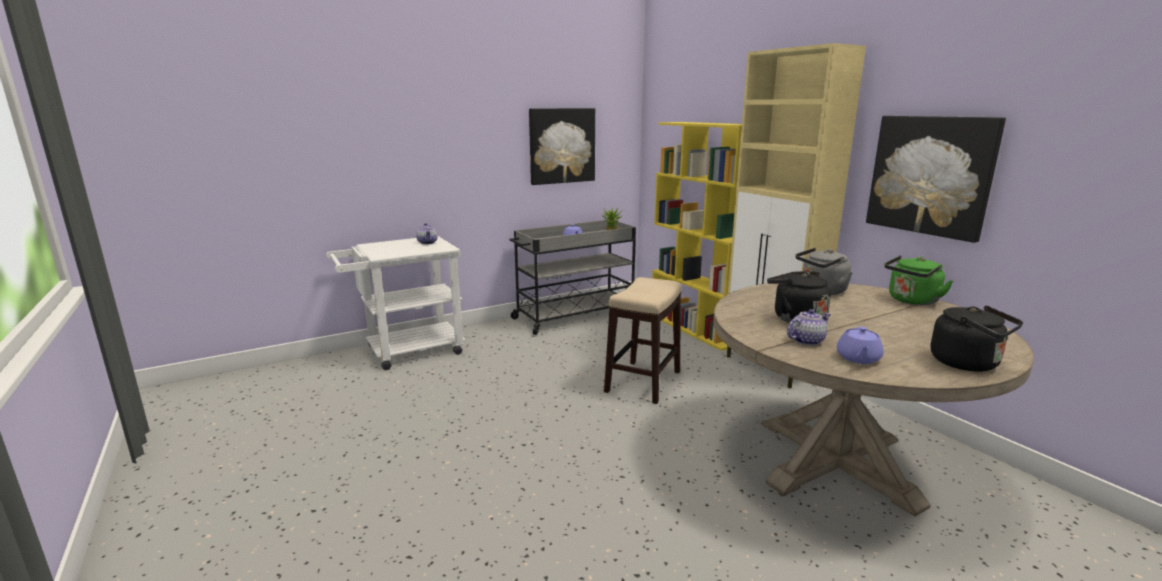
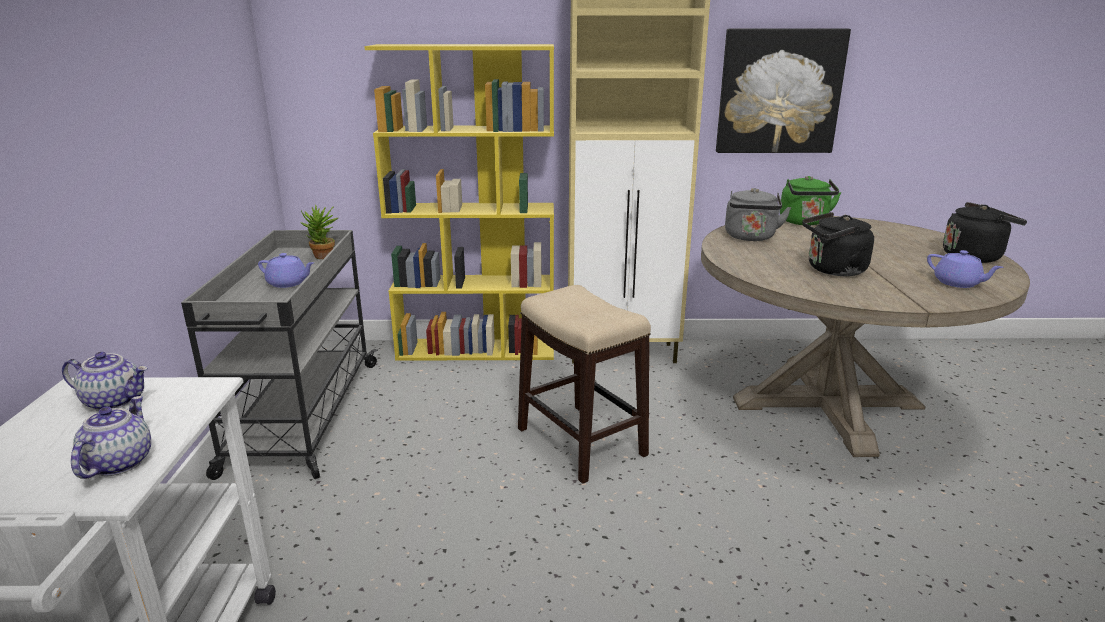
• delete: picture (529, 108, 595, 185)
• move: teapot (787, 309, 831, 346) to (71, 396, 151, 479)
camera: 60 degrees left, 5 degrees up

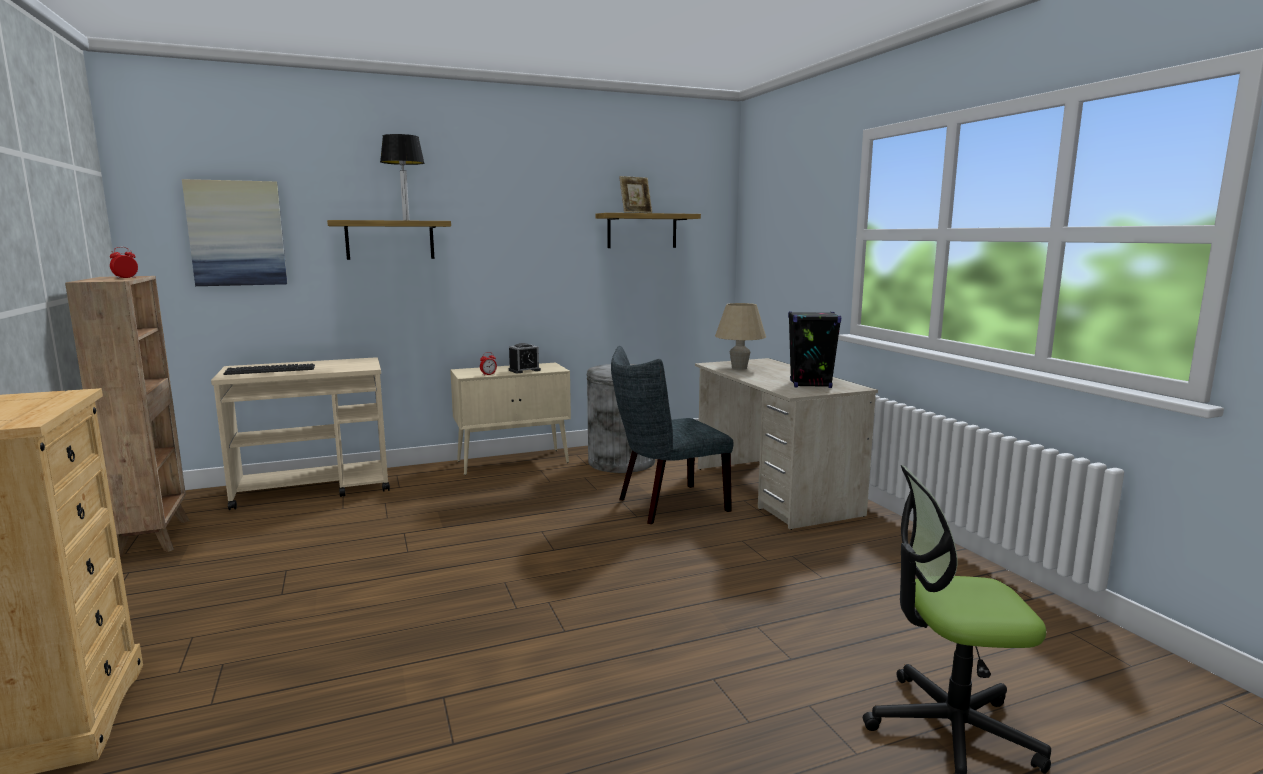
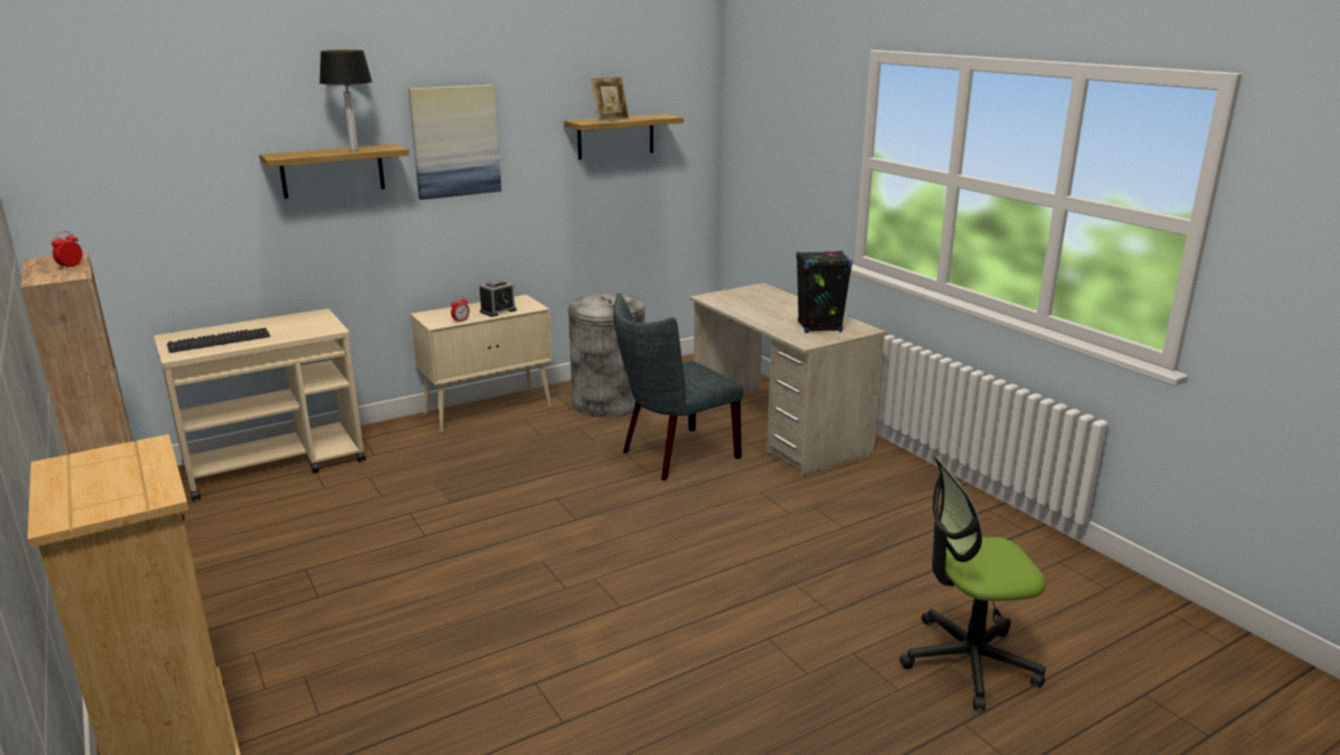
• delete: beige table lamp (715, 303, 766, 370)
• move: picture (182, 179, 287, 286) to (408, 85, 502, 200)
camera: 10 degrees left, 10 degrees up

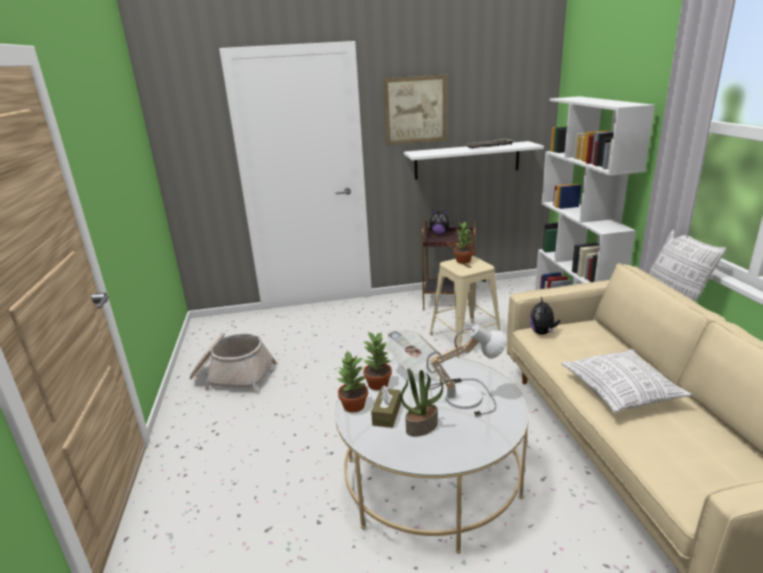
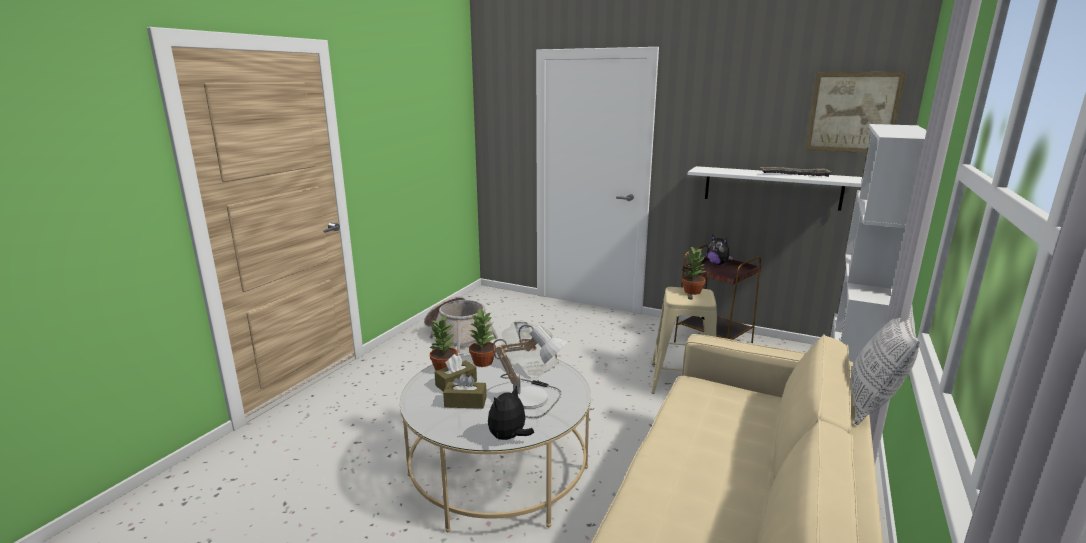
• delete: pillow (561, 349, 692, 414)
• move: picture (383, 75, 447, 145) to (805, 72, 906, 153)
• move: plush toy (530, 297, 560, 335) to (488, 386, 534, 440)
• replace: potted plant (400, 368, 443, 436) to brown tissue box (443, 373, 487, 409)
camera: 35 degrees right, 5 degrees down

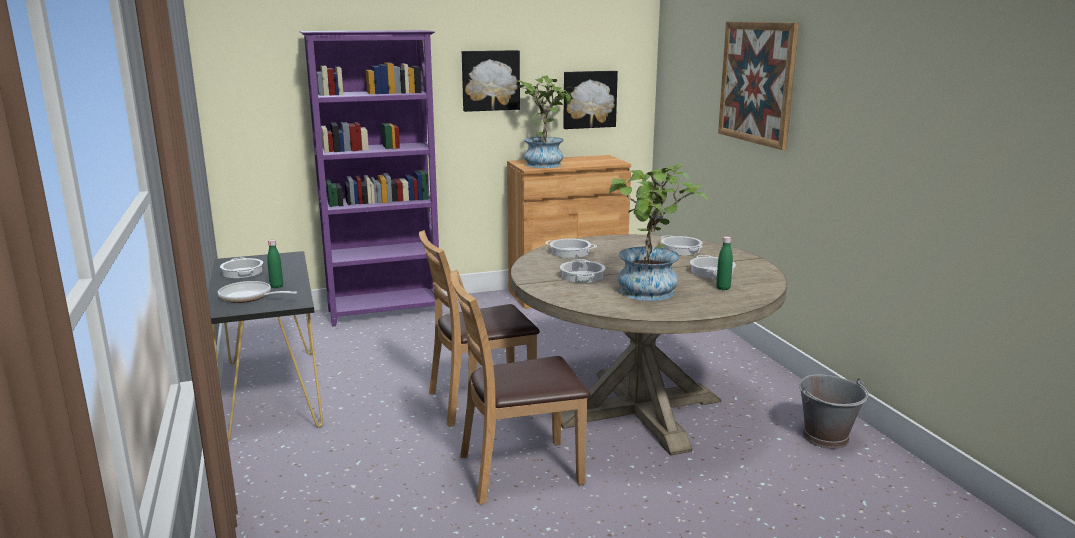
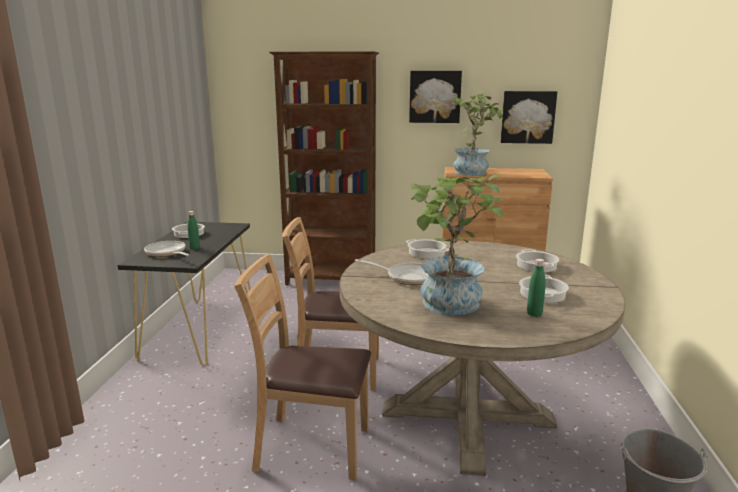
• delete: picture (718, 22, 799, 150)
• replace: cooking pot (560, 259, 605, 283) to frying pan (355, 259, 428, 285)
• recolor: purple bookcase (299, 30, 439, 327) to brown bookcase (269, 51, 379, 285)
camera: 25 degrees right, 0 degrees up

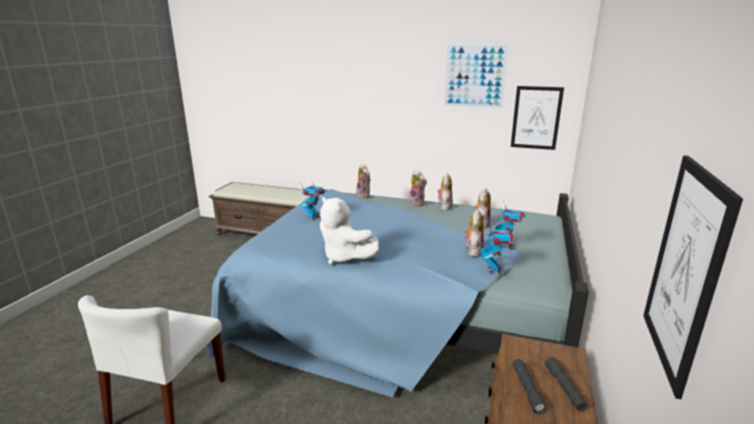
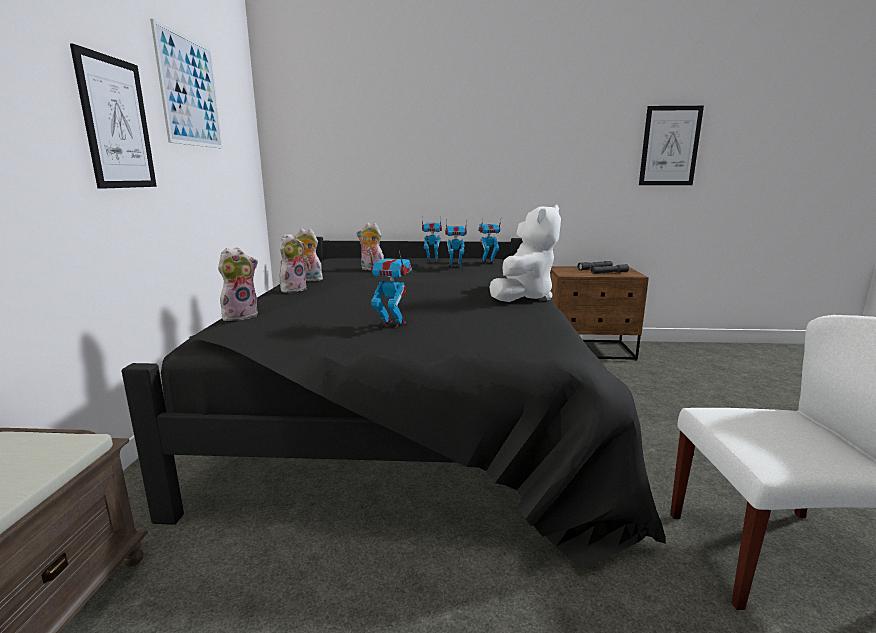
• move: picture (511, 86, 564, 150) to (70, 44, 157, 189)
• replace: plush toy (464, 209, 484, 257) to toy robot (445, 219, 467, 267)
• recolor: blue bed (207, 189, 589, 397) to black bed (121, 237, 666, 569)
camera: 105 degrees left, 5 degrees down

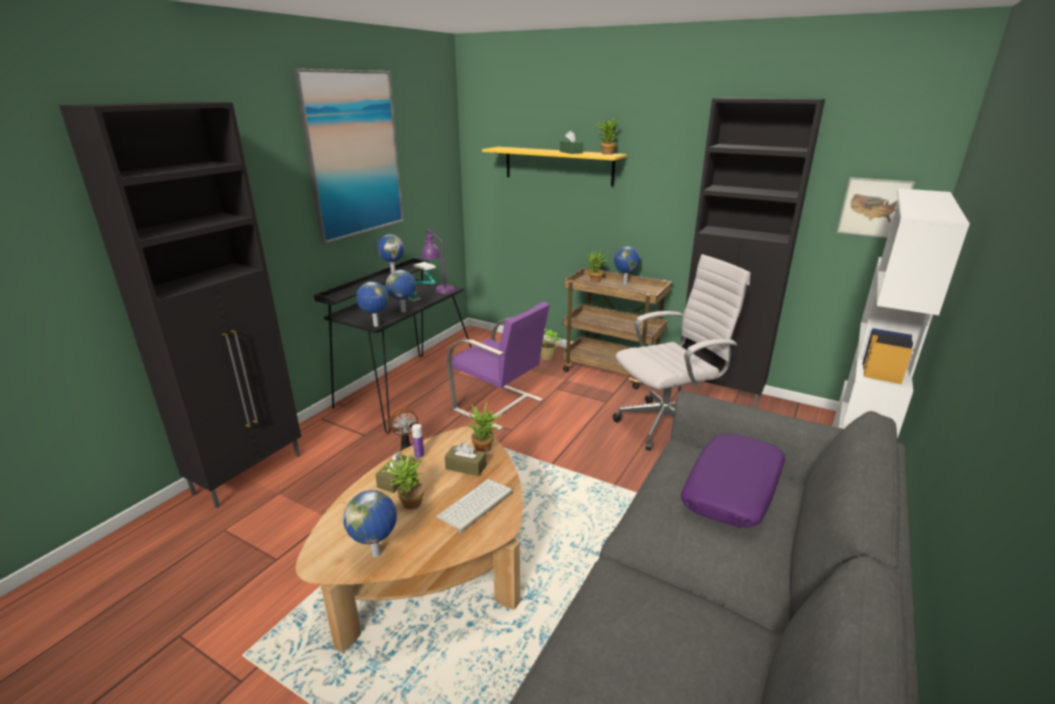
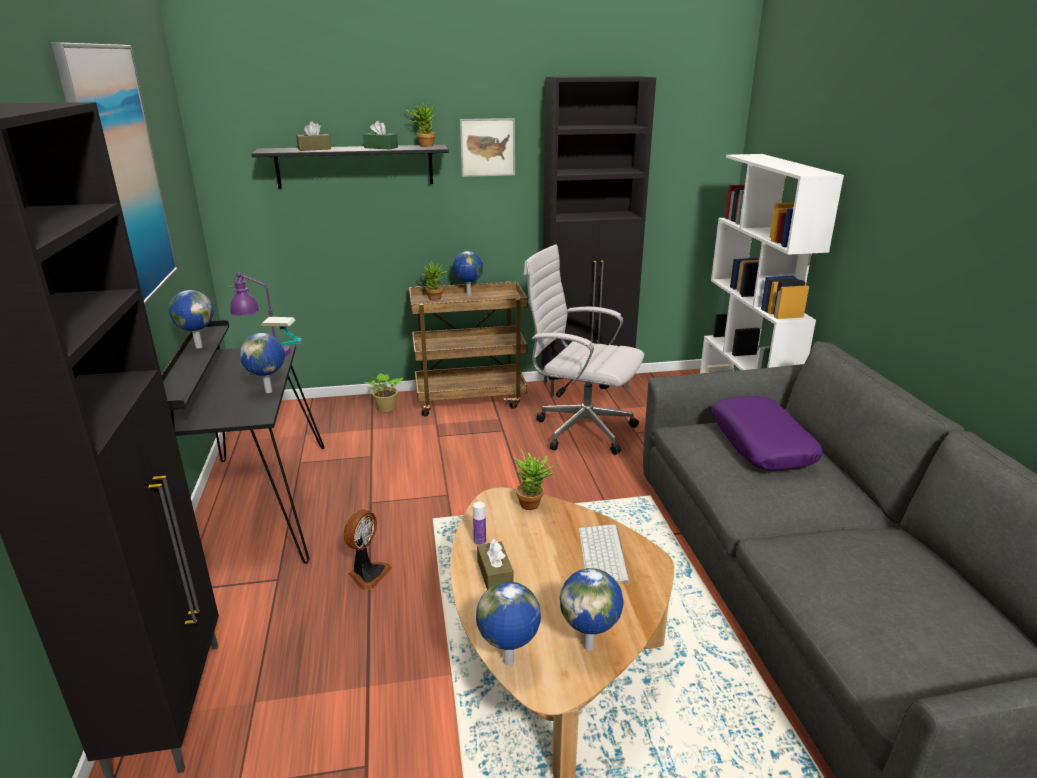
• delete: potted plant (381, 451, 424, 509)
• delete: purple chair (447, 302, 550, 431)
• move: globe (356, 282, 389, 327) to (476, 582, 541, 665)
• move: brown tissue box (445, 442, 486, 476) to (296, 121, 331, 151)
• move: picture (837, 177, 915, 238) to (460, 118, 515, 177)
• recolor: yellow shelf (482, 147, 627, 186) to black shelf (251, 145, 449, 189)
• rotate: white office chair (612, 254, 750, 450) = (523, 244, 644, 455) 90 degrees counterclockwise
camera: 40 degrees left, 0 degrees up

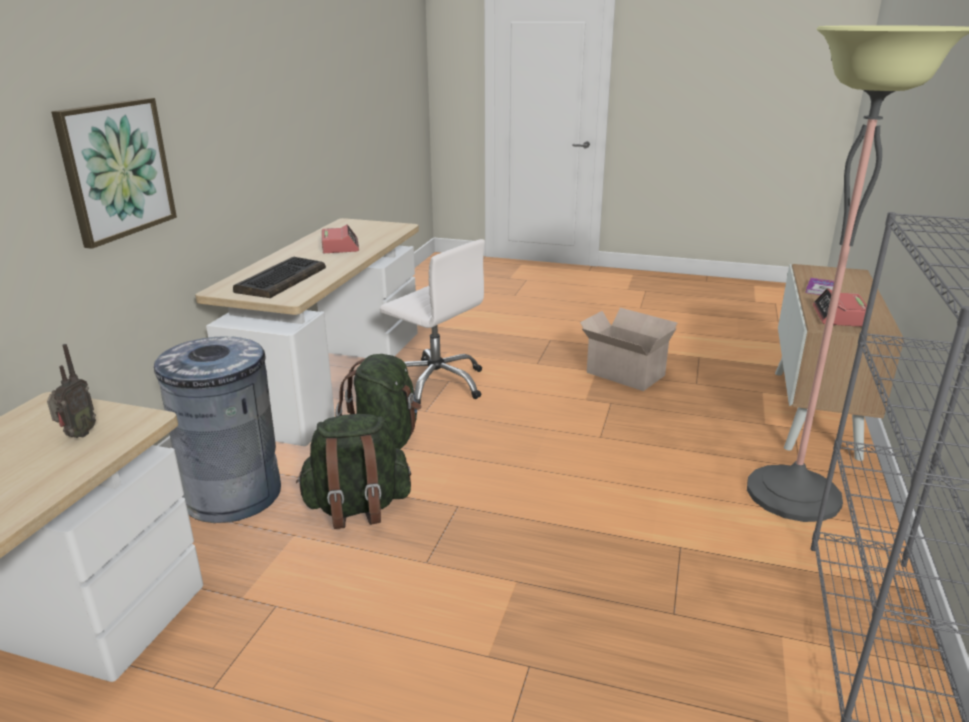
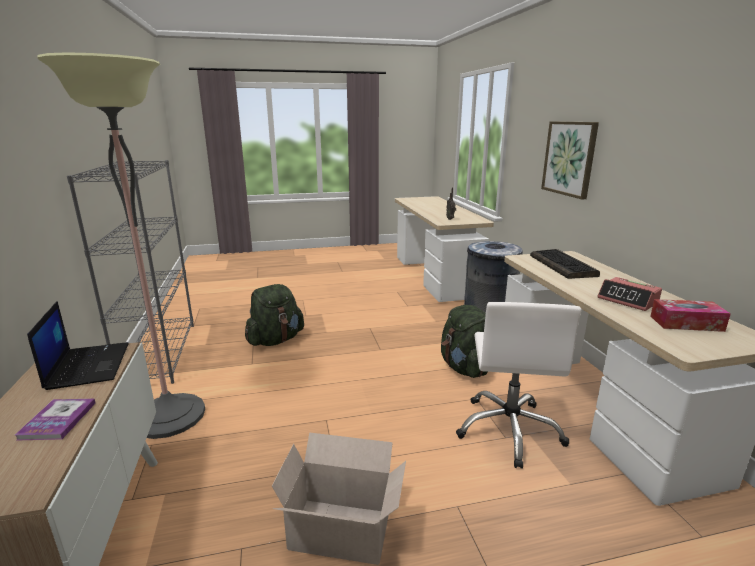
• insert: tissue box (650, 299, 731, 332)
• move: green backpack (296, 414, 411, 529) to (245, 284, 304, 346)
• replace: alarm clock (813, 288, 867, 327) to laptop (27, 301, 129, 390)
• rotate: white office chair (380, 239, 485, 405) = (456, 302, 582, 469) 90 degrees counterclockwise
camera: 150 degrees right, 5 degrees down

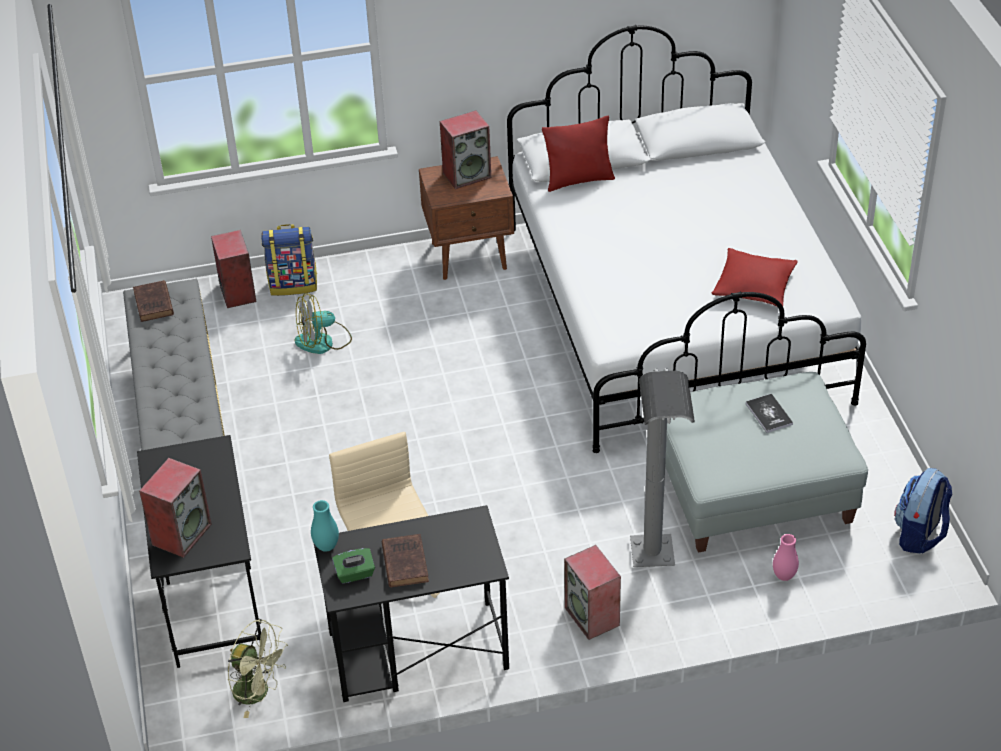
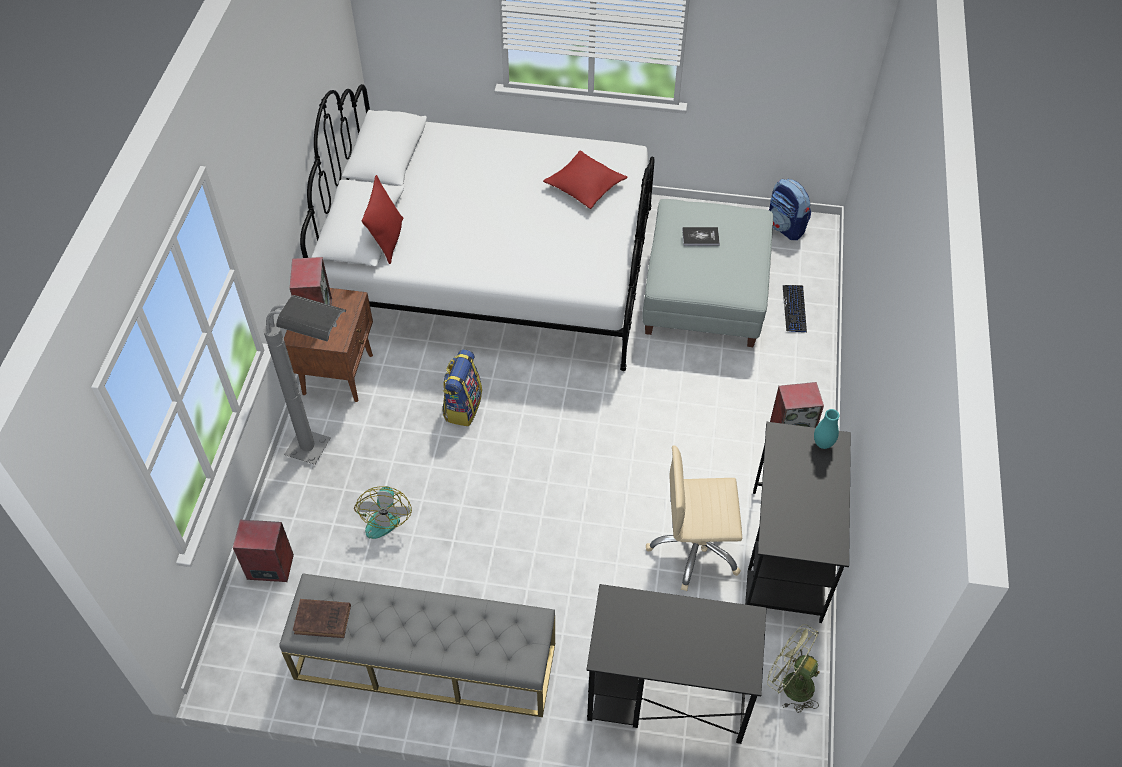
• delete: speaker (139, 458, 212, 558)
• delete: green tissue box (332, 548, 375, 584)
• delete: brown book (382, 534, 429, 588)
• move: backpack (261, 224, 317, 296) to (443, 349, 482, 426)
• move: turquoise vase (311, 500, 339, 552) to (814, 409, 840, 449)
• move: grey floor lamp (630, 368, 695, 567) to (263, 295, 347, 465)
• replace: pink vase (773, 534, 799, 581) to keyboard (783, 285, 807, 333)
• rotate: green fan (228, 619, 288, 718) = (767, 624, 820, 713) 105 degrees counterclockwise
camera: 70 degrees left, 10 degrees up

